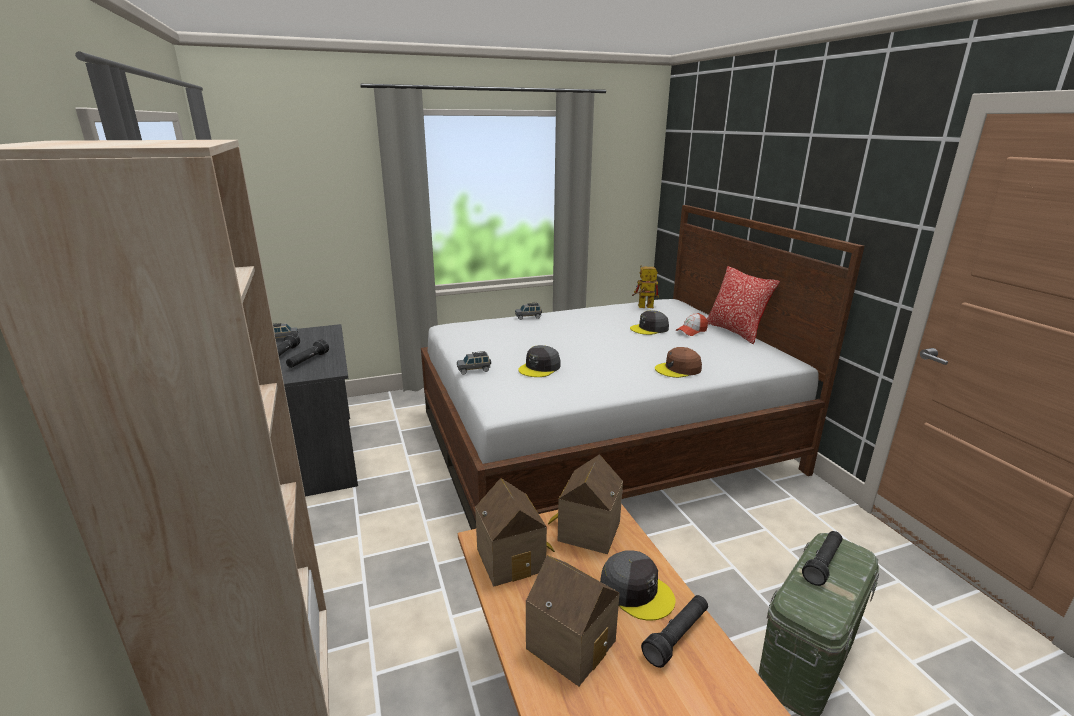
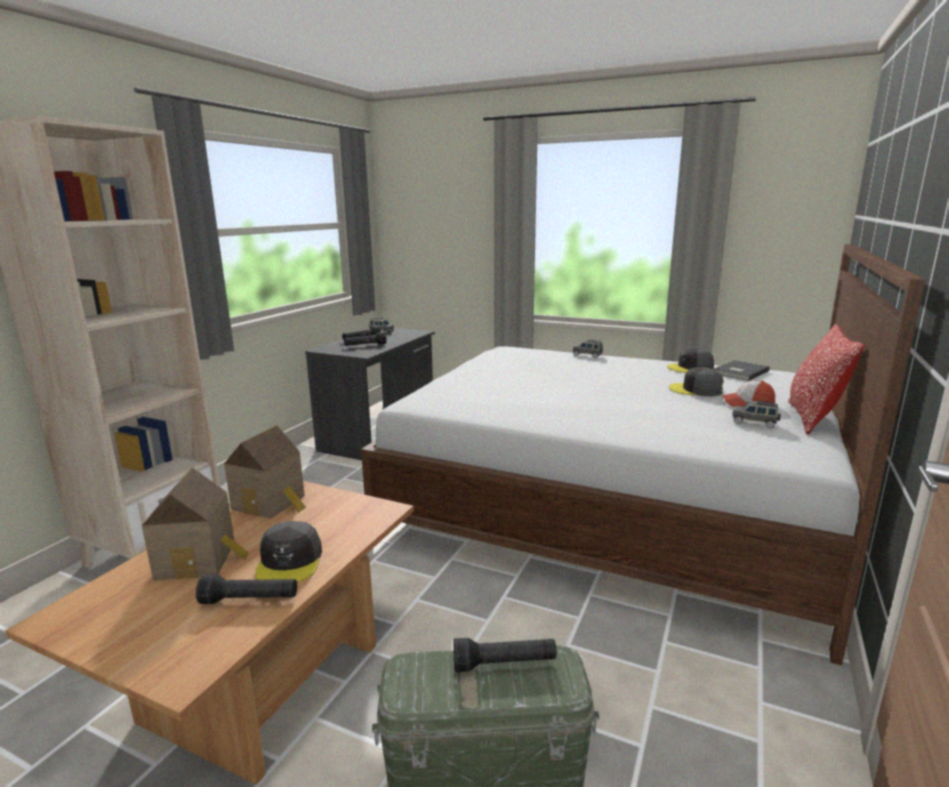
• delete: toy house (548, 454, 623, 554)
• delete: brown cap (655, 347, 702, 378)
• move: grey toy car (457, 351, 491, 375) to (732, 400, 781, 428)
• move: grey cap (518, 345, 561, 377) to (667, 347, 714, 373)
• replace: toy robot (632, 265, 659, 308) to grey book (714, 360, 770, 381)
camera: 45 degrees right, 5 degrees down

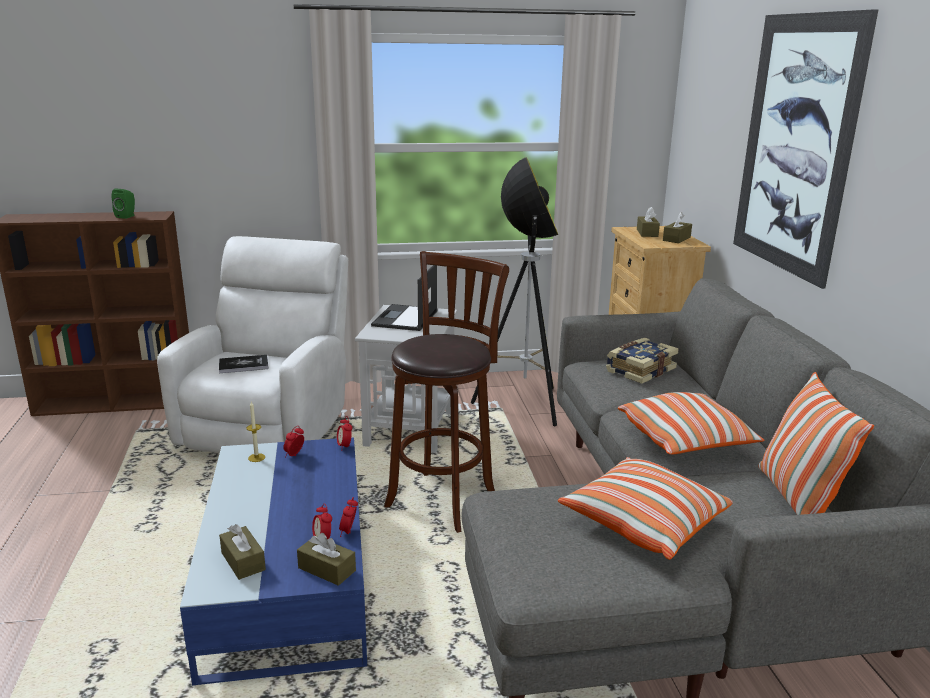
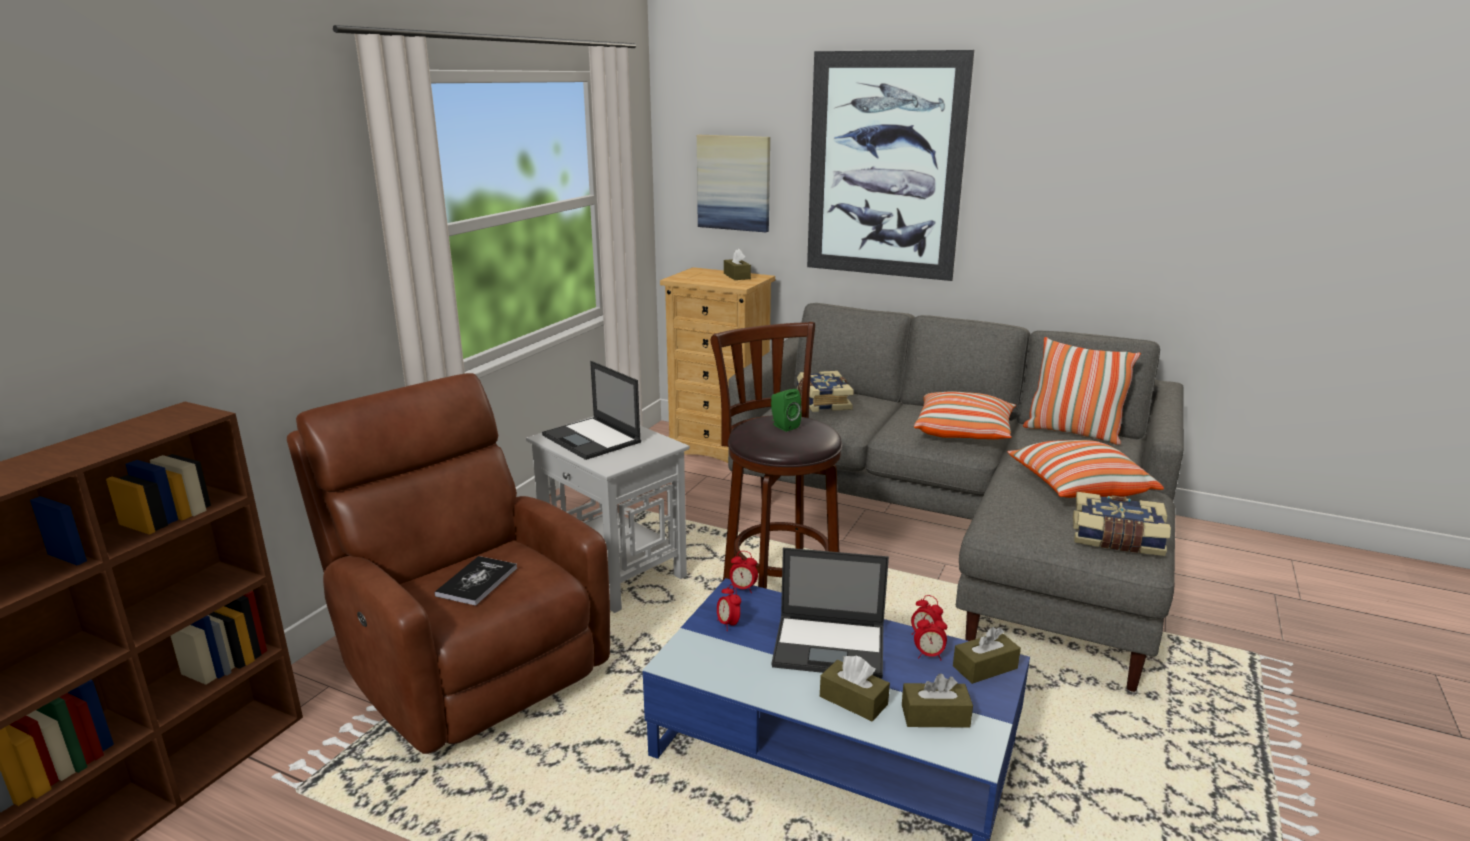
• delete: candle (246, 402, 265, 462)
• delete: floor lamp (471, 157, 558, 427)
• insert: picture (697, 135, 770, 232)
• insert: laptop (771, 548, 889, 679)
• insert: book (1073, 492, 1171, 556)
• move: green speaker (112, 189, 135, 219) to (771, 389, 801, 432)
• move: brown tissue box (637, 207, 660, 237) to (820, 656, 890, 721)
• recolor: white armchair (157, 236, 348, 453) to brown armchair (287, 373, 610, 754)
camera: 55 degrees left, 0 degrees up

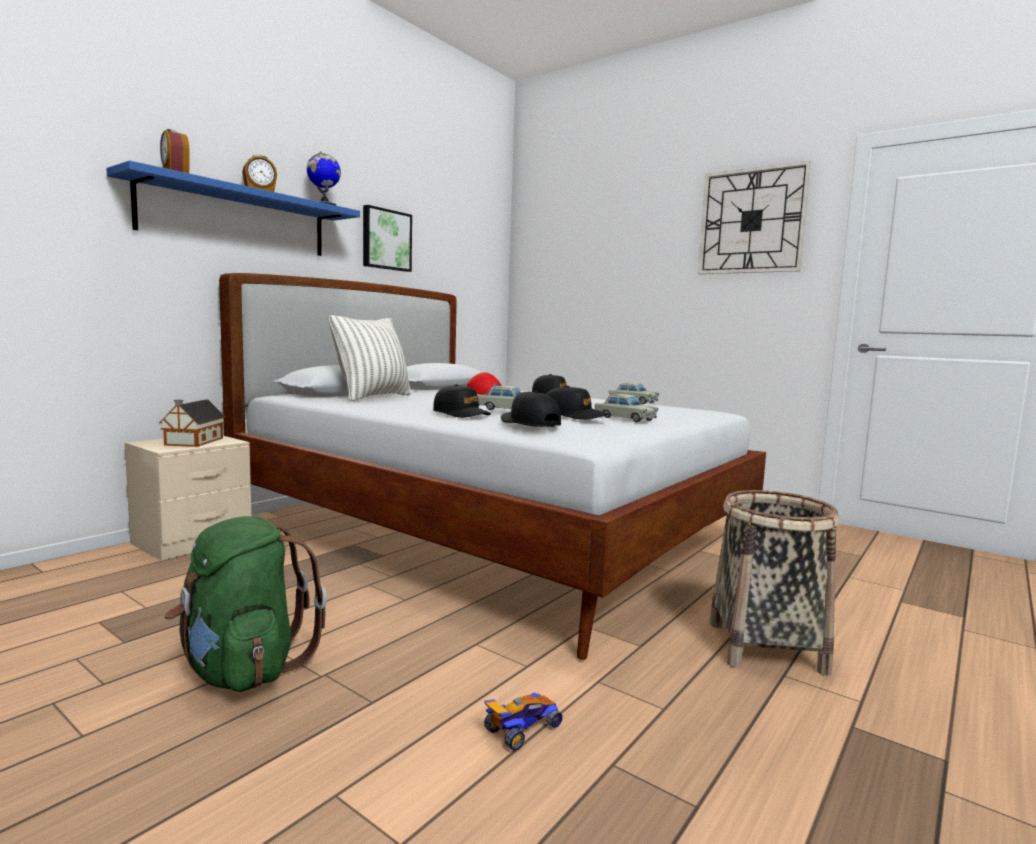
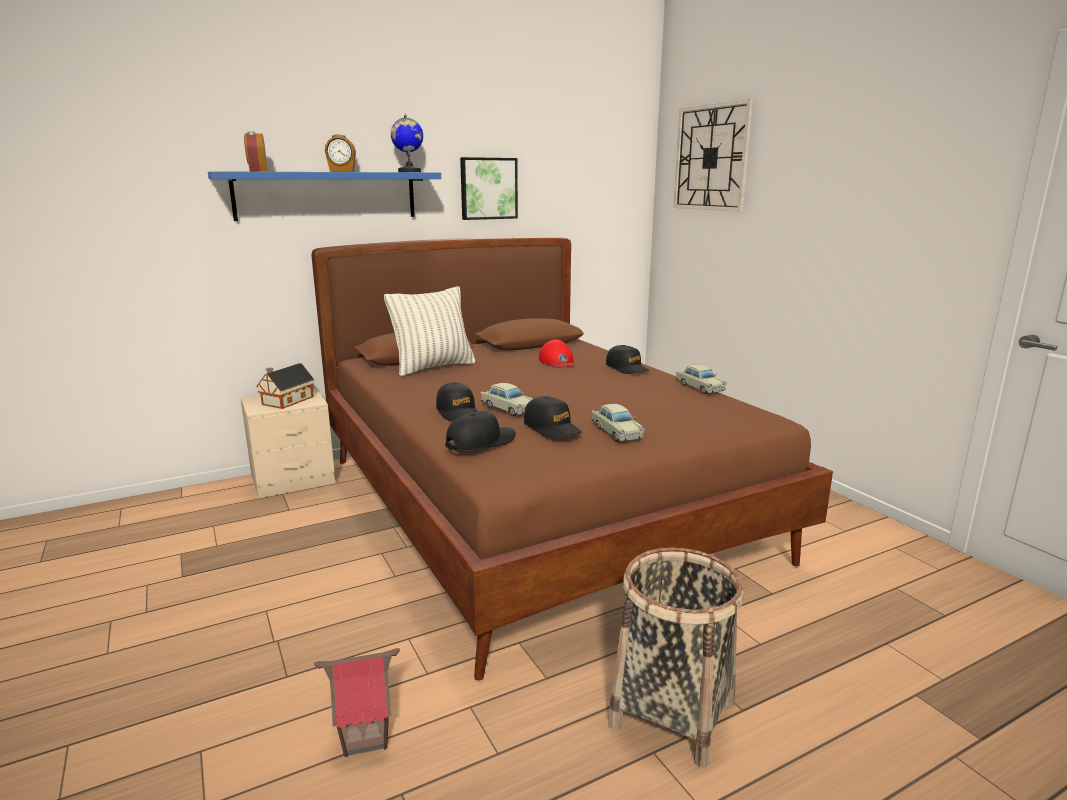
• delete: green backpack (165, 516, 327, 692)
• move: wall clock (698, 161, 811, 274) to (673, 99, 753, 212)
• replace: toy car (484, 693, 563, 751) to toy house (314, 648, 400, 757)
• recolor: white bed (219, 273, 766, 660) to brown bed (311, 237, 833, 680)
• rotate: black cap (501, 391, 561, 427) = (445, 411, 516, 452) 60 degrees clockwise
camera: 25 degrees right, 10 degrees up

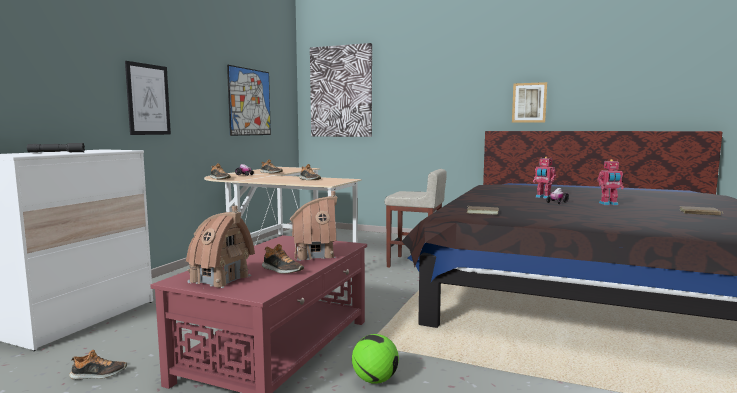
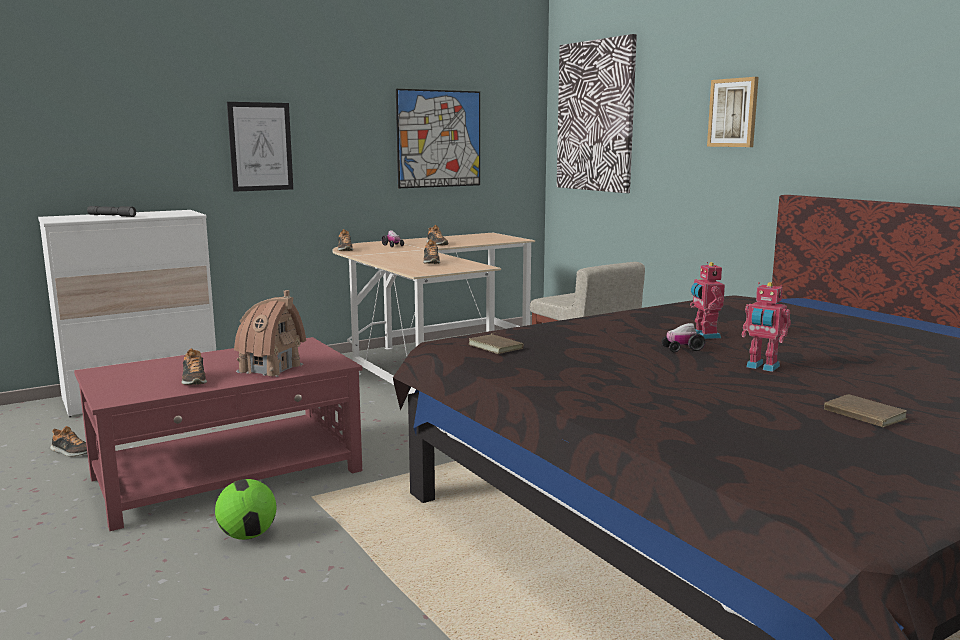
• delete: toy house (186, 206, 255, 288)
• move: picture (512, 82, 547, 123) to (707, 77, 759, 147)
camera: 35 degrees right, 5 degrees up

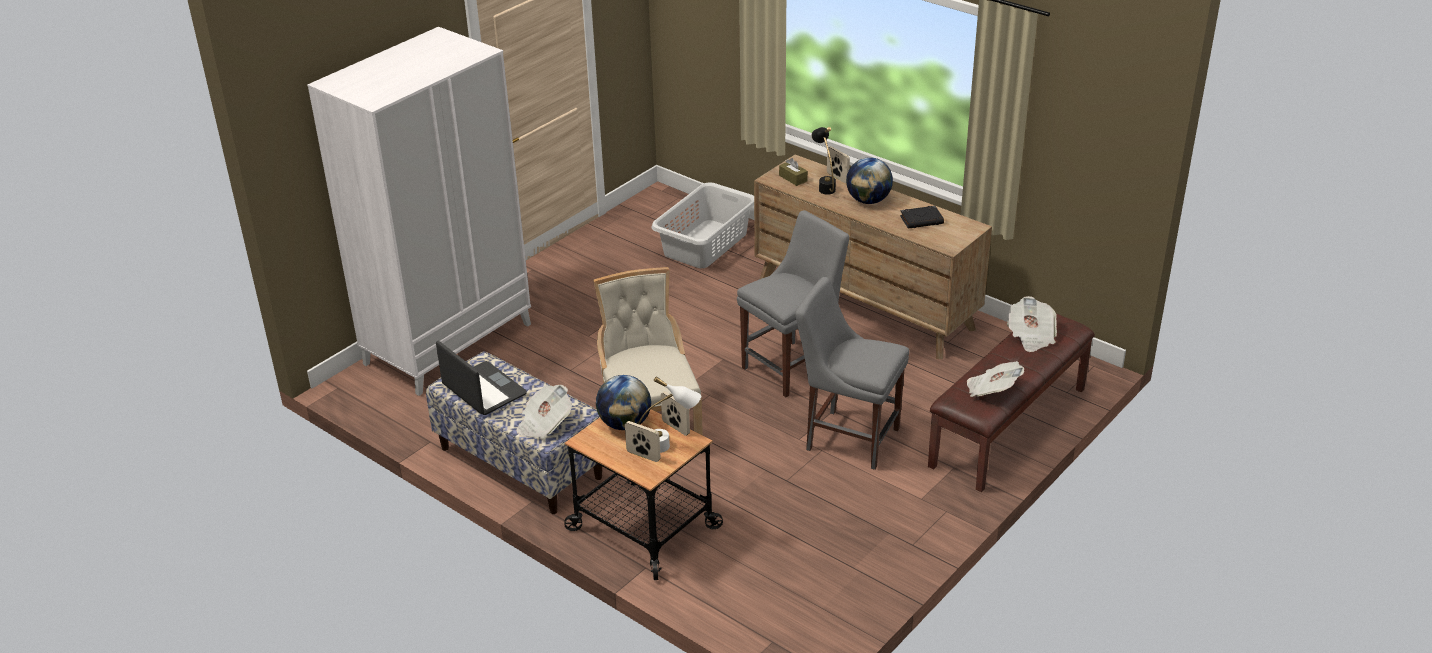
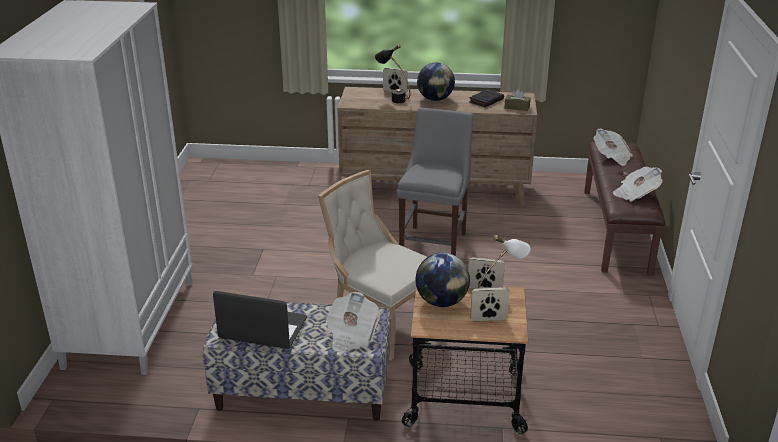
• delete: grey laundry basket (651, 182, 754, 268)
• delete: grey chair (795, 277, 909, 470)
• move: brown tissue box (779, 158, 808, 186) to (505, 89, 531, 111)
camera: 35 degrees left, 5 degrees down

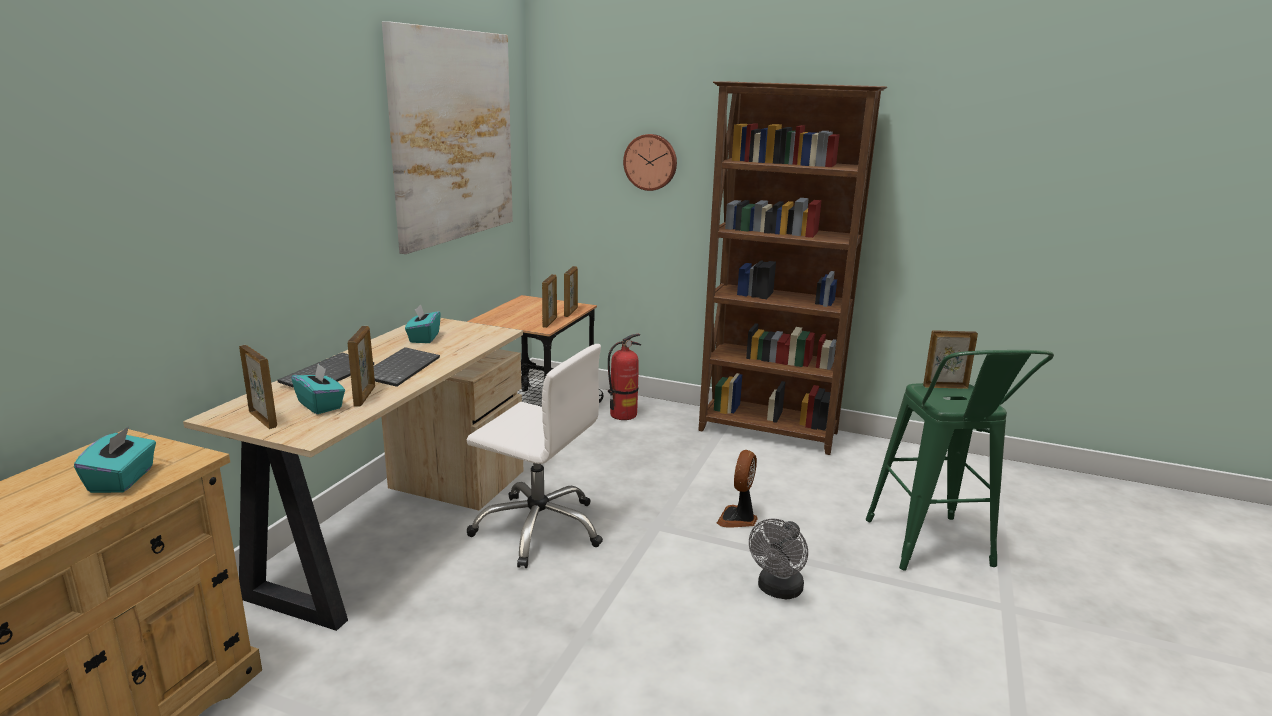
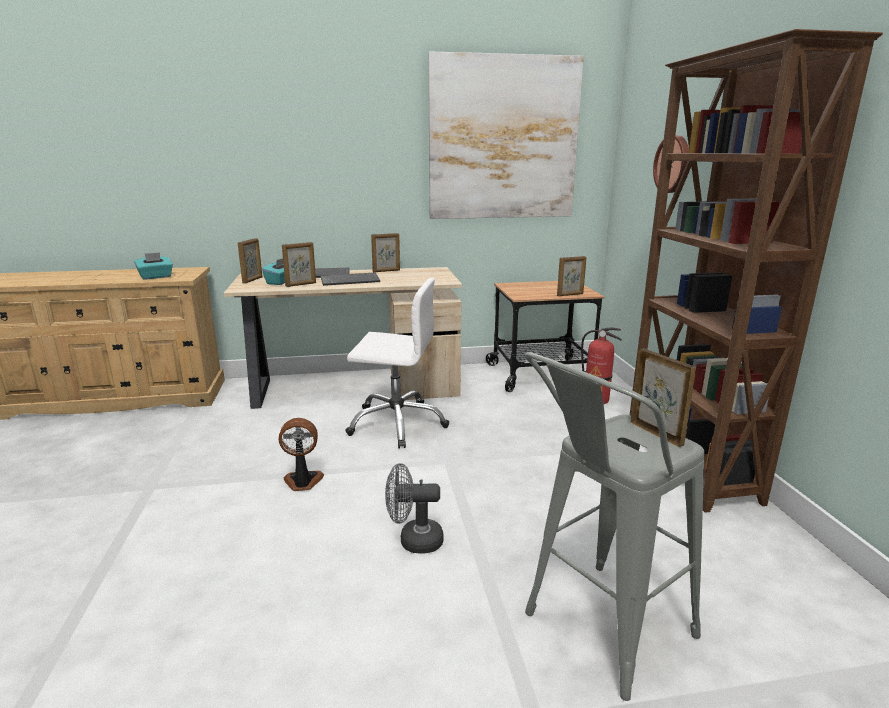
• delete: turquoise tissue box (405, 304, 441, 343)
• move: picture frame (542, 274, 557, 328) to (371, 233, 400, 272)
• move: fan (717, 450, 758, 528) to (279, 418, 324, 491)
• recolor: green stool (866, 350, 1054, 571) to grey stool (525, 352, 704, 701)
• rotate: white office chair (467, 344, 603, 568) = (345, 278, 449, 448) 75 degrees counterclockwise
camera: 60 degrees right, 0 degrees up

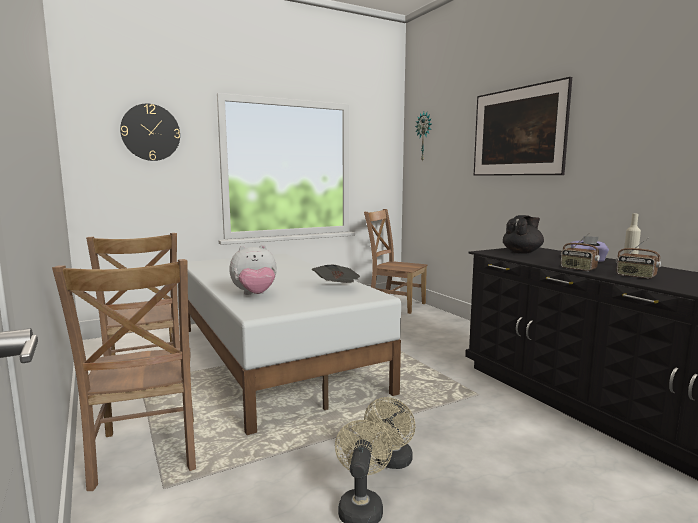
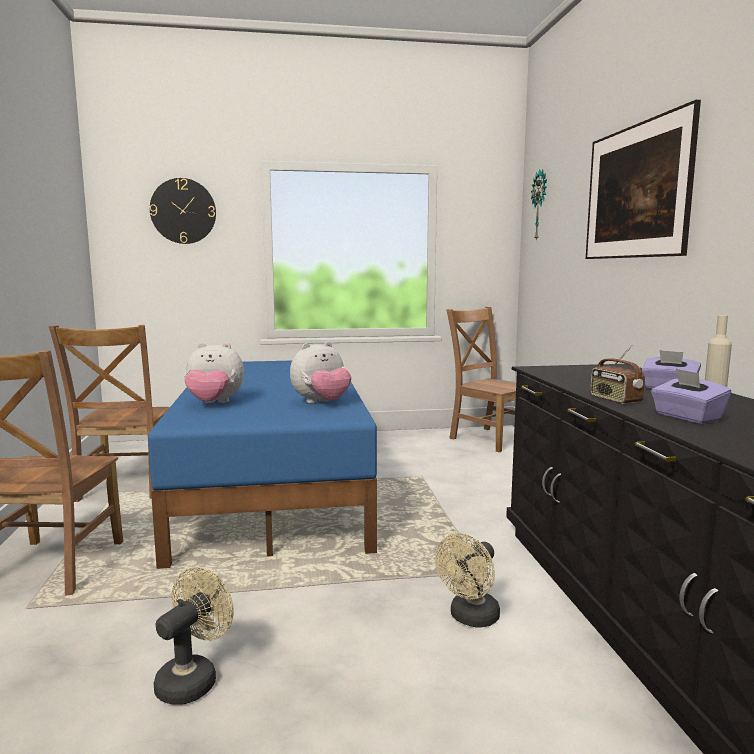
• delete: black teapot (503, 215, 544, 253)
• move: beige fan (364, 397, 415, 469) to (435, 533, 500, 628)
• replace: newspaper (312, 265, 360, 283) to plush toy (290, 342, 351, 403)
• replace: radio (616, 238, 661, 279) to purple tissue box (651, 369, 731, 424)
• recolor: white bed (187, 254, 401, 435) to blue bed (148, 361, 377, 569)
camera: 20 degrees right, 0 degrees up

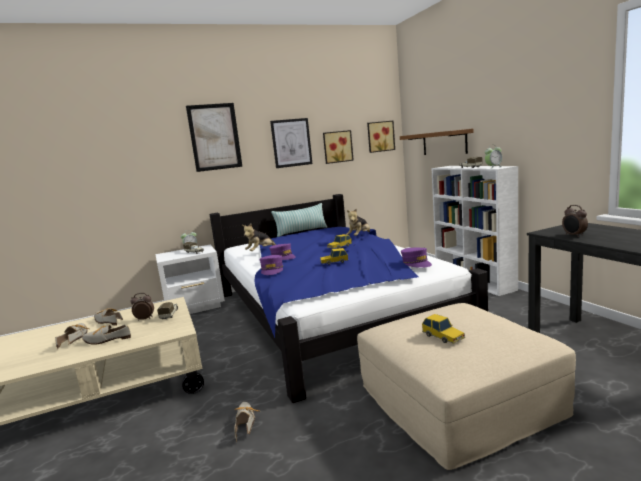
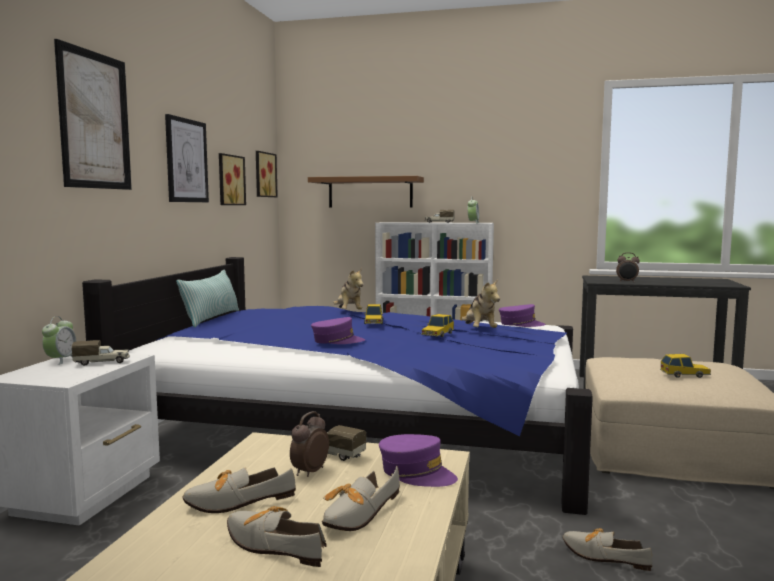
• move: plush toy (242, 223, 276, 251) to (461, 280, 500, 328)
• move: purple cap (260, 255, 283, 275) to (379, 434, 458, 487)
camera: 55 degrees left, 5 degrees down

